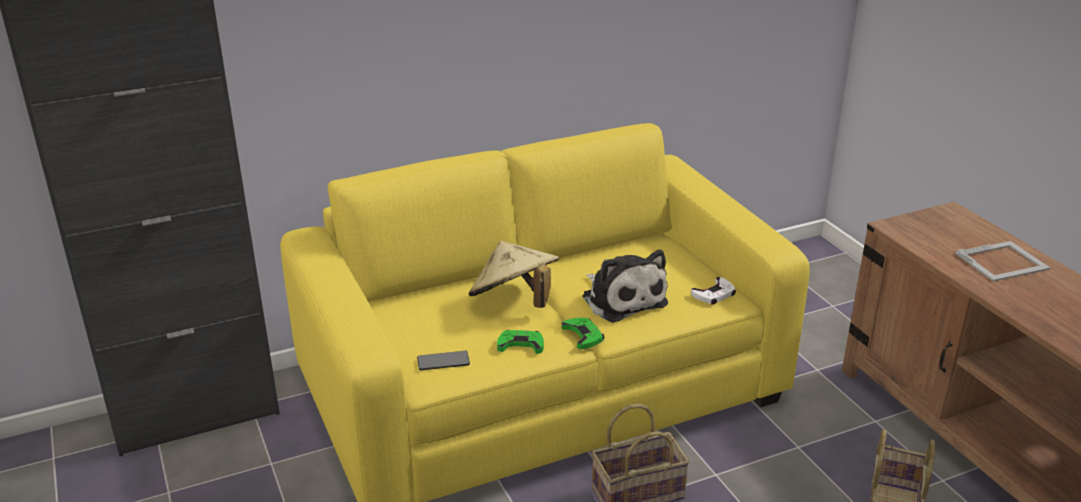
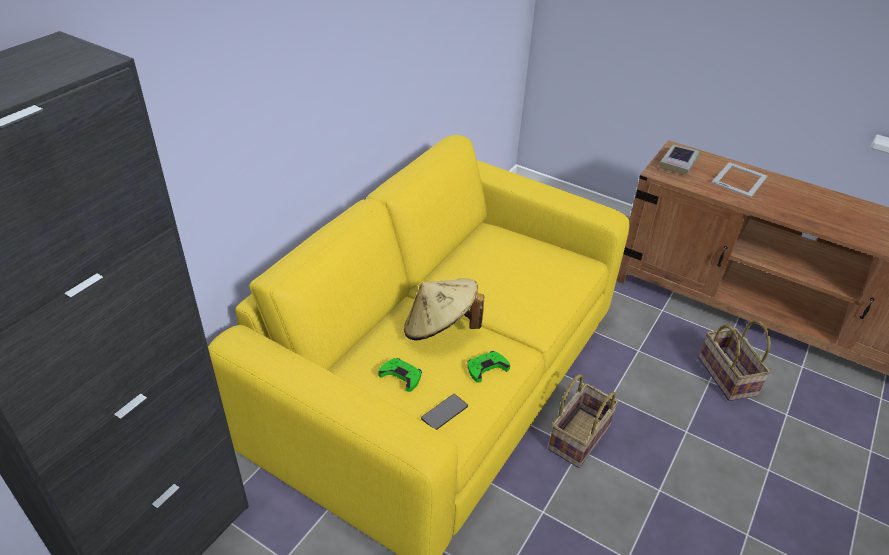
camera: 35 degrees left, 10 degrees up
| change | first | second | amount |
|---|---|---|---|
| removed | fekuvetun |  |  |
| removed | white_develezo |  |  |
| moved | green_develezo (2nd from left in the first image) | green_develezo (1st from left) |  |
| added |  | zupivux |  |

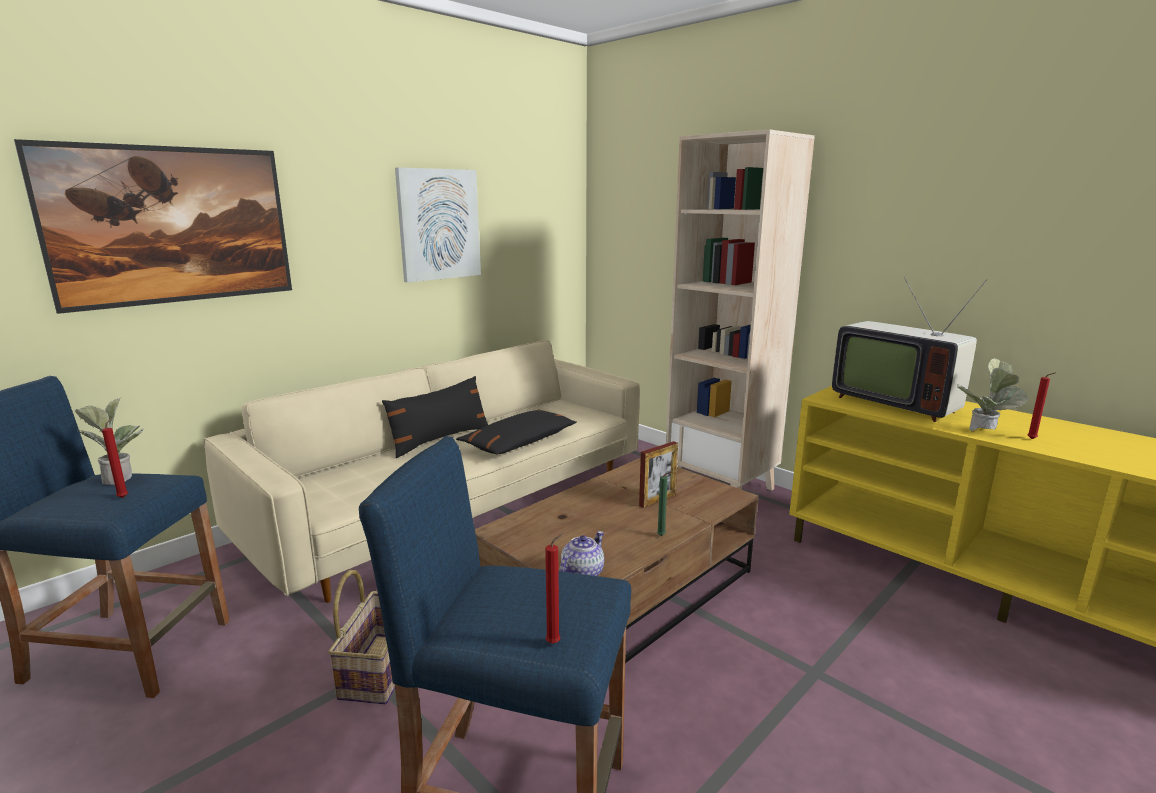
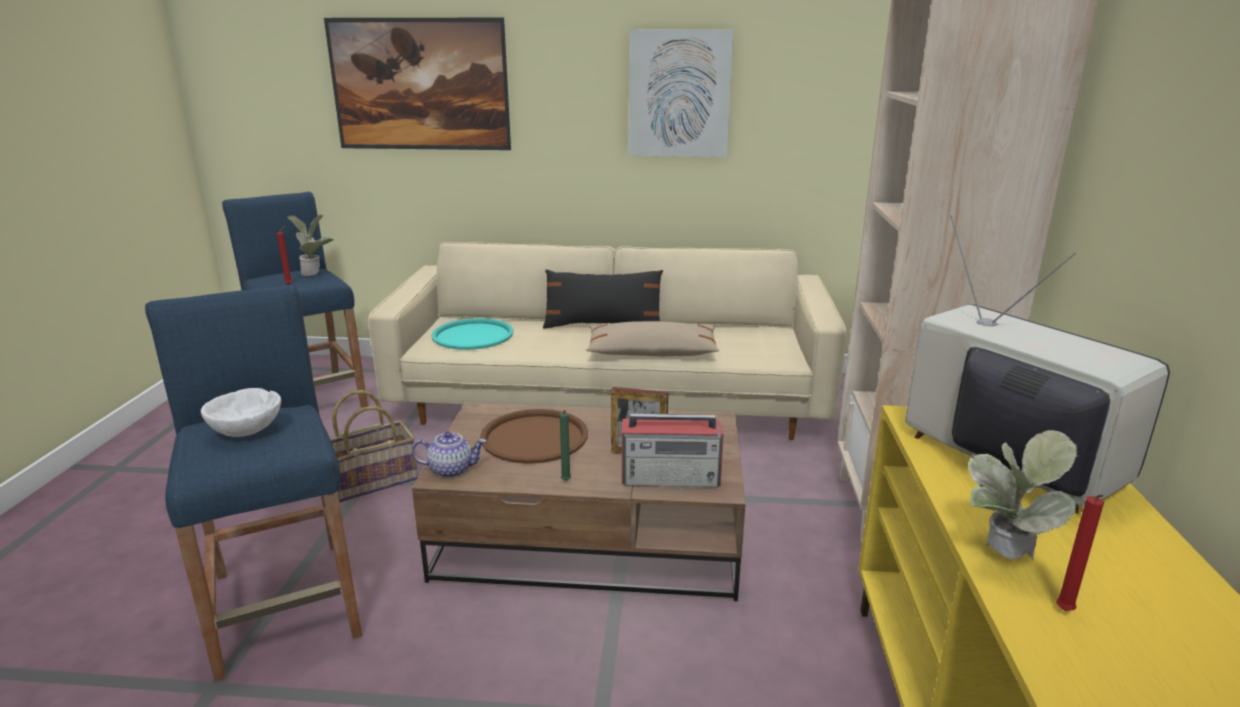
camera: 50 degrees right, 5 degrees up
| change | first | second | amount |
|---|---|---|---|
| turned | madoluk |  | 135 degrees clockwise |
| recoloured | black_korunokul (2nd from left) | beige_korunokul |  |
| removed | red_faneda (2nd from left) |  |  |
| added |  | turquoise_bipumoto |  |
| added |  | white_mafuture |  |
| added |  | brown_bipumoto |  |
| added |  | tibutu |  |

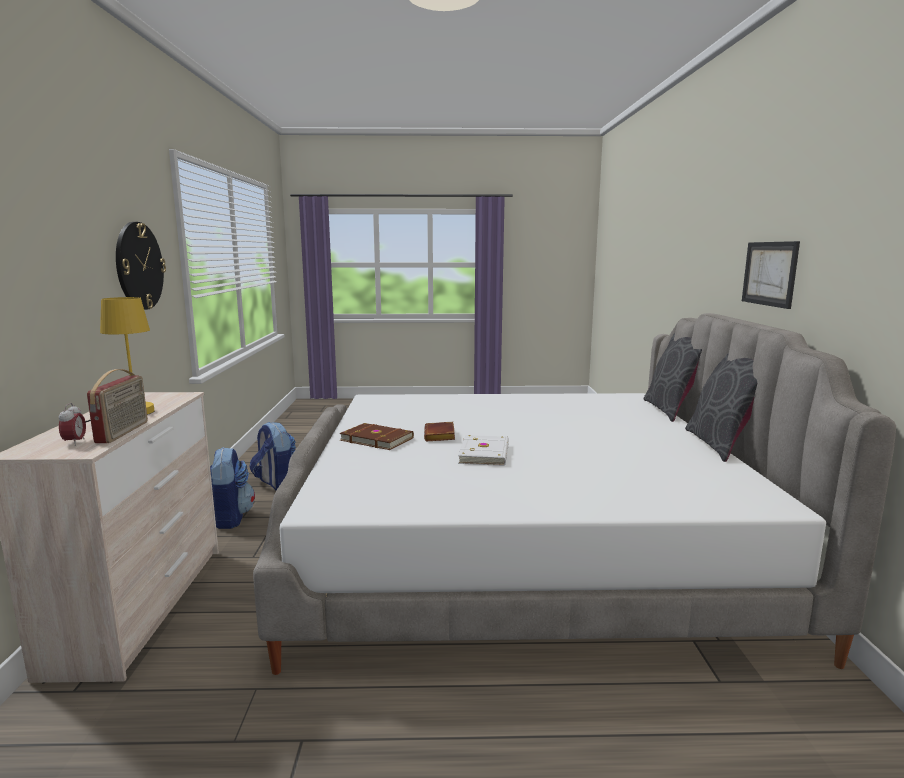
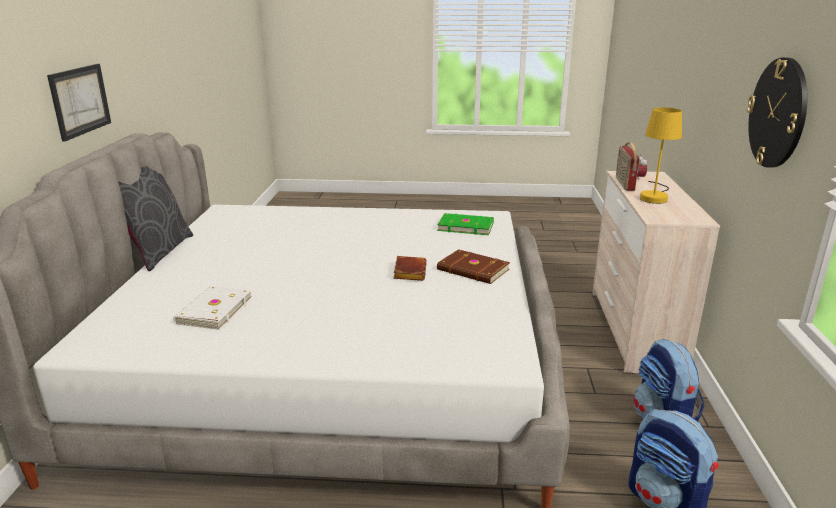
camera: 175 degrees left, 10 degrees up
| change | first | second | amount |
|---|---|---|---|
| removed | grey_korunokul (1st from left) |  |  |
| moved | white_zupivux |  |  |
| added |  | green_zupivux |  |

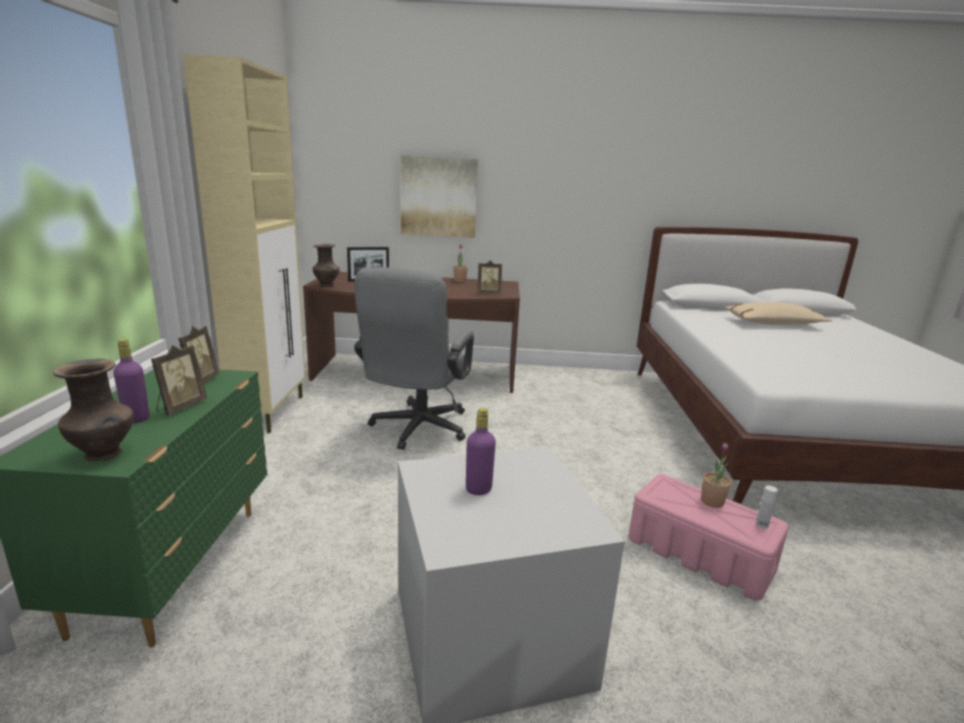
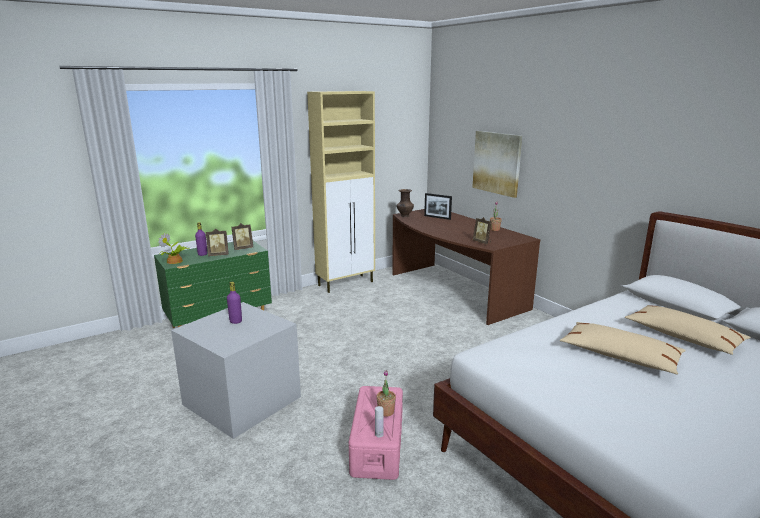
camera: 55 degrees right, 0 degrees up
| change | first | second | amount |
|---|---|---|---|
| removed | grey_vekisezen |  |  |
| replaced | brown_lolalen (1st from left) | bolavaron (1st from left) |  |
| added |  | beige_korunokul (1st from left) |  |

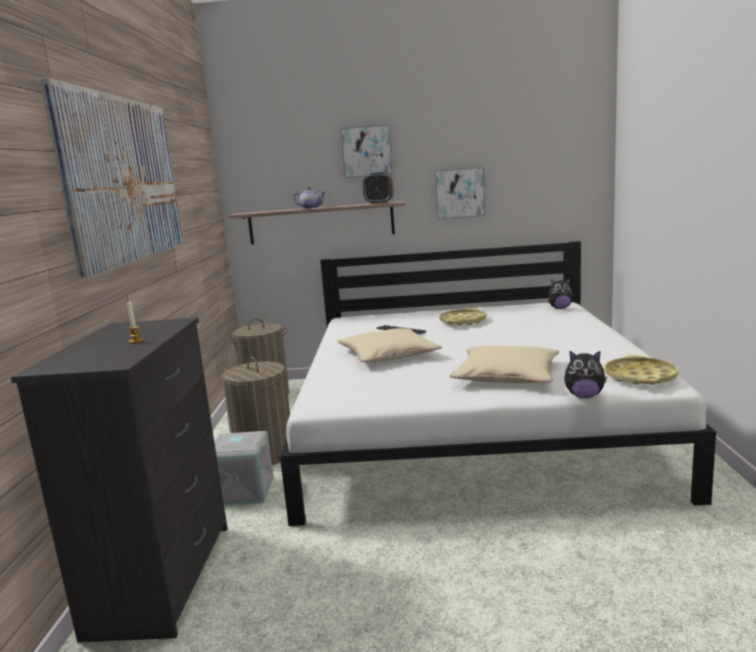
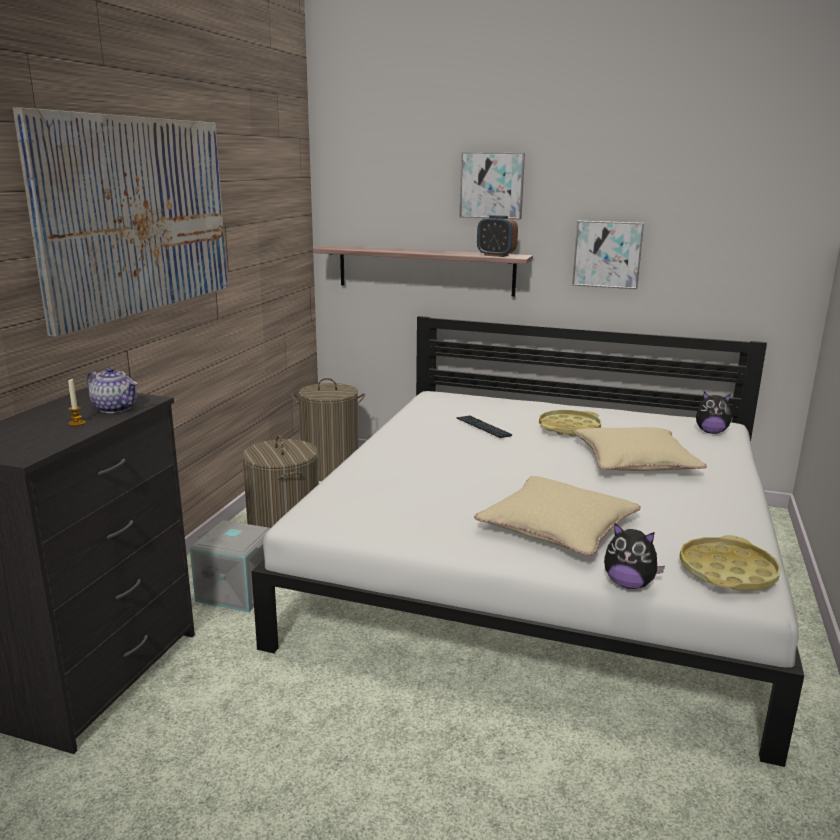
camera: 15 degrees right, 5 degrees up
| change | first | second | amount |
|---|---|---|---|
| moved | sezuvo |  |  |
| moved | beige_korunokul (1st from left in the first image) | beige_korunokul (2nd from left) |  |

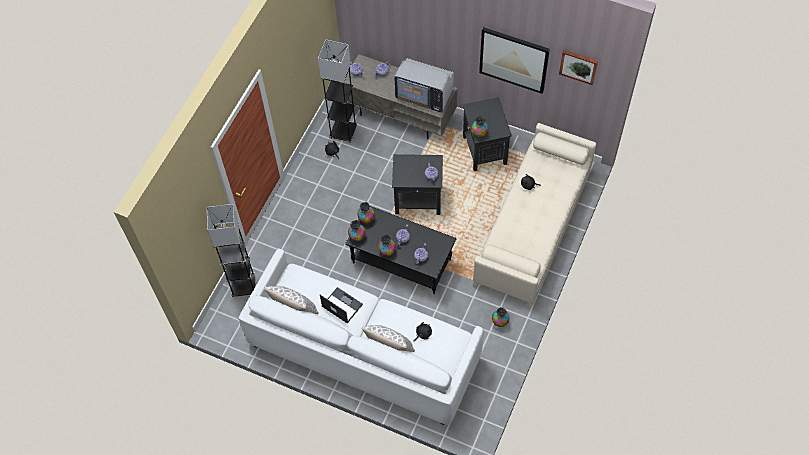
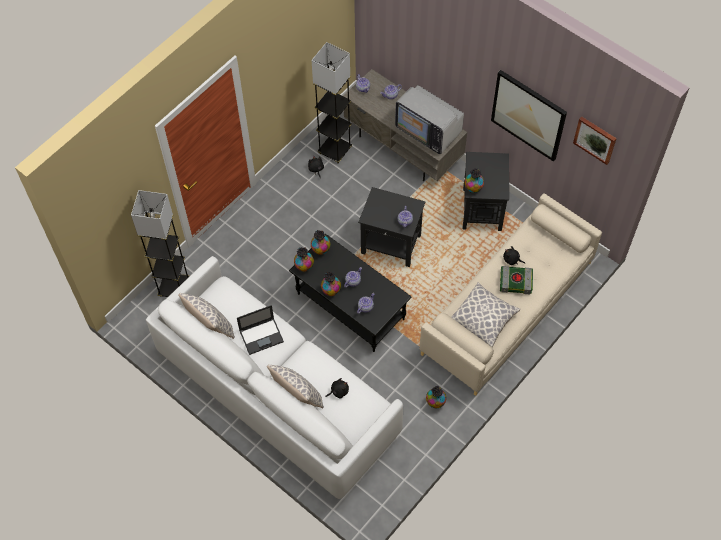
camera: 15 degrees right, 0 degrees up
| change | first | second | amount |
|---|---|---|---|
| turned | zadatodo |  | 105 degrees clockwise |
| added |  | zupivux |  |
| added |  | korunokul (3rd from left) |  |

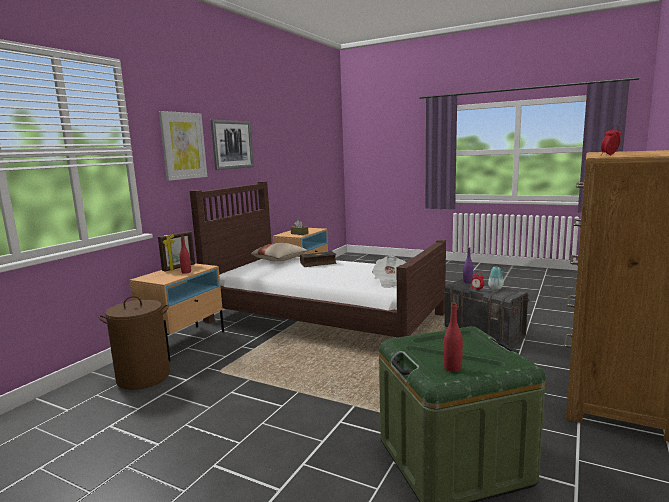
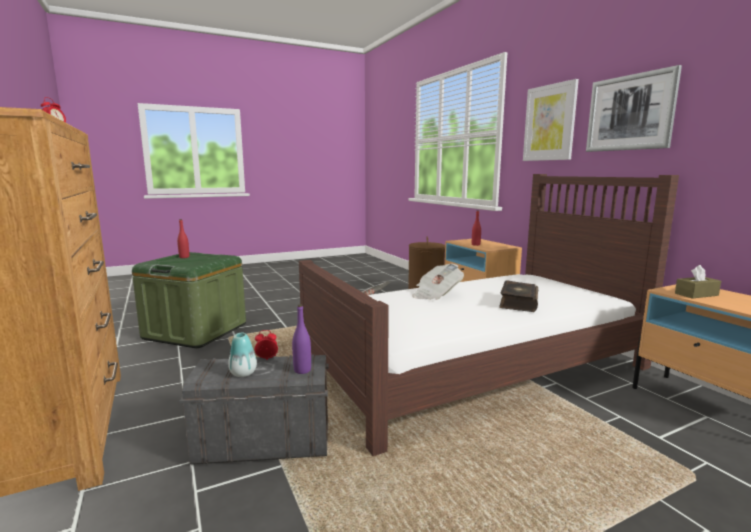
camera: 125 degrees right, 0 degrees up
| change | first | second | amount |
|---|---|---|---|
| removed | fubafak |  |  |
| removed | beige_korunokul |  |  |
| added |  | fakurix (2nd from left) |  |

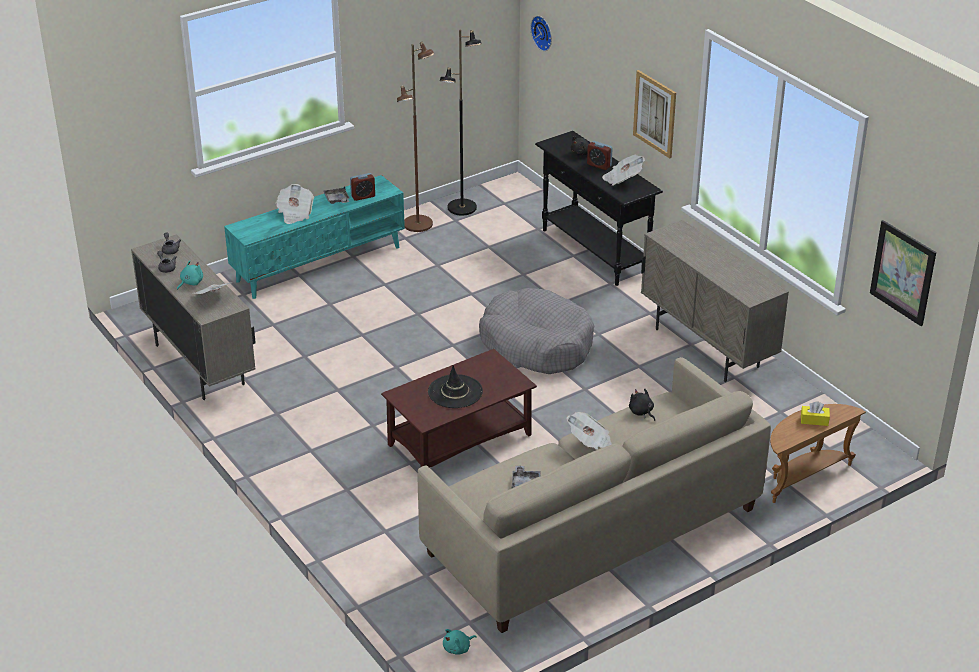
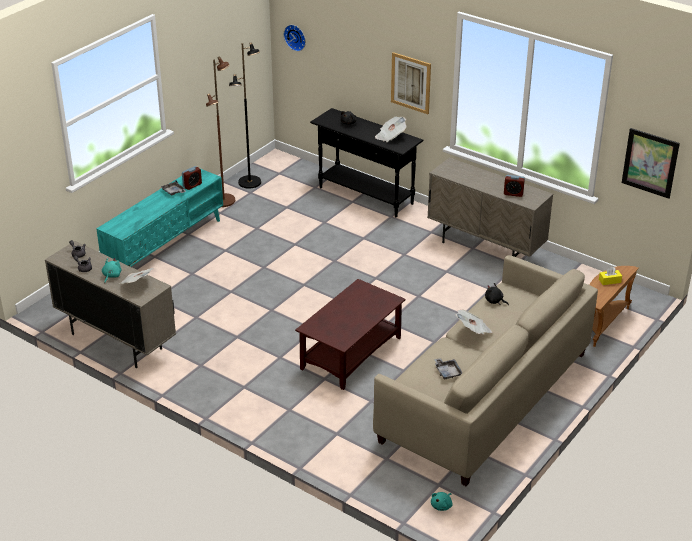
camera: 20 degrees left, 0 degrees up
| change | first | second | amount |
|---|---|---|---|
| moved | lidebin (2nd from left) |  |  |
| removed | fakurix (2nd from left) |  |  |
| removed | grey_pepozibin |  |  |
| removed | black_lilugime |  |  |

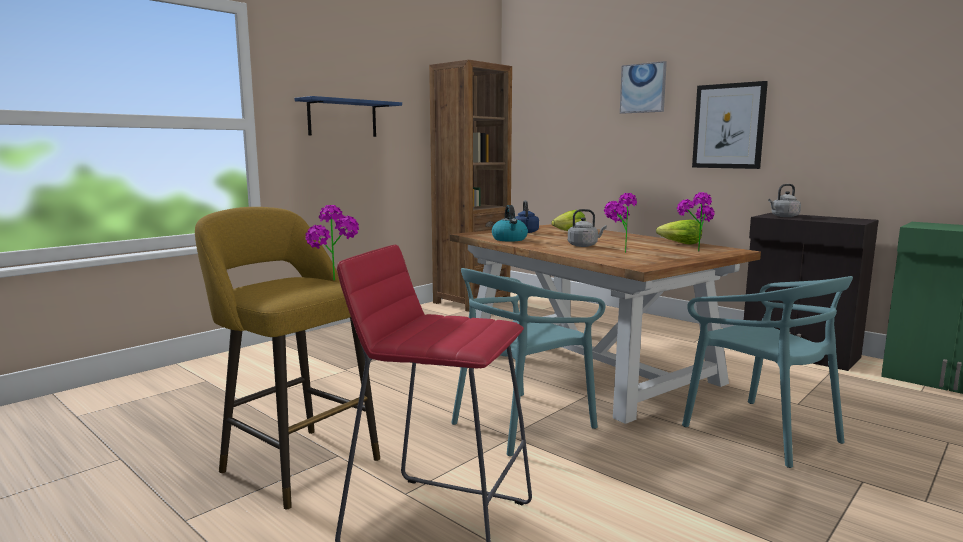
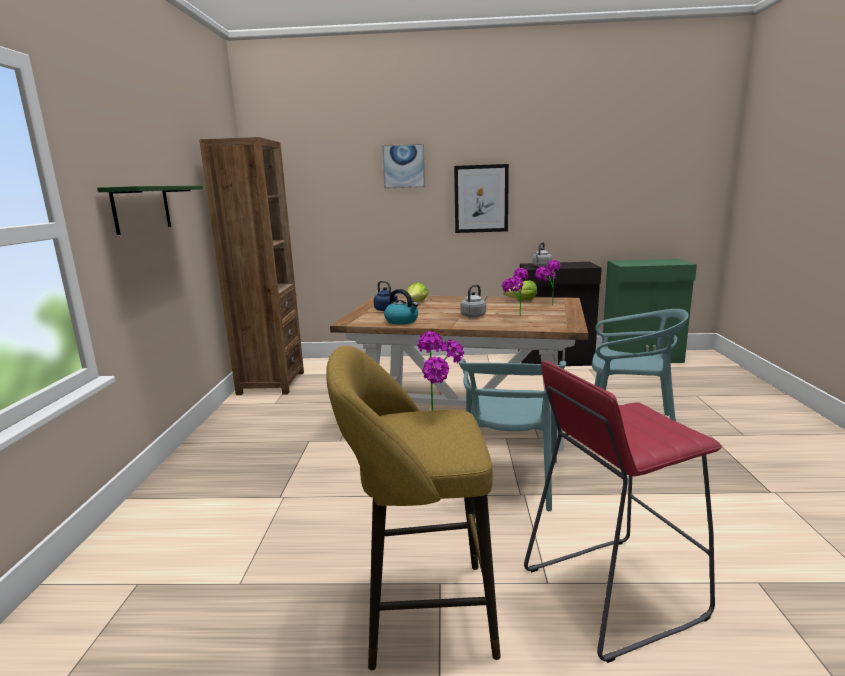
camera: 40 degrees left, 5 degrees up
| change | first | second | amount |
|---|---|---|---|
| recoloured | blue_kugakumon | green_kugakumon |  |

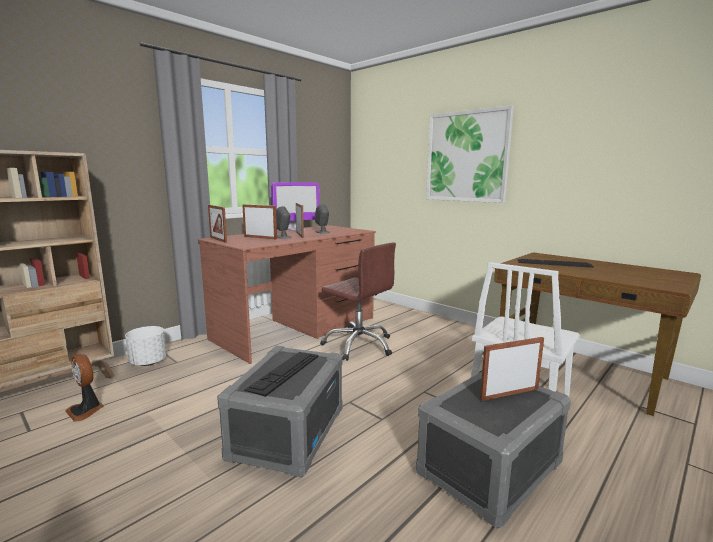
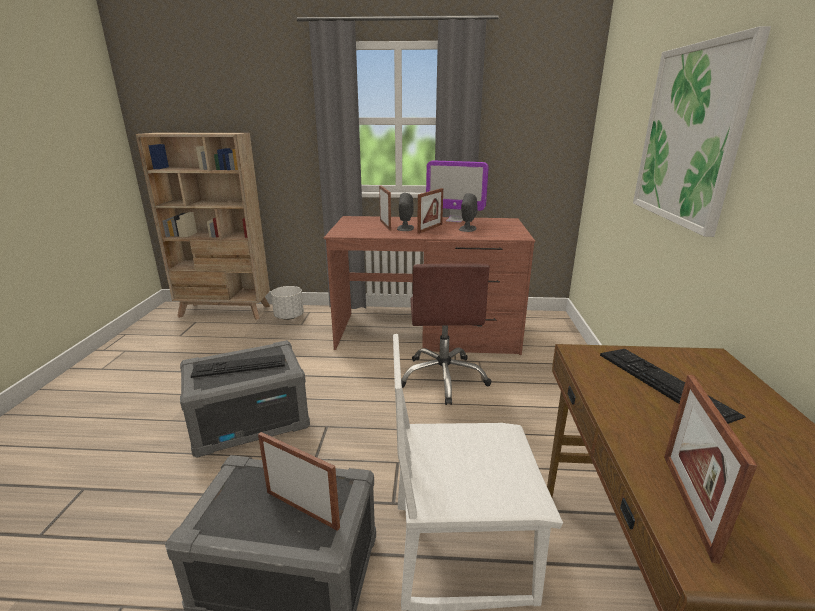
camera: 50 degrees right, 10 degrees up
| change | first | second | amount |
|---|---|---|---|
| moved | fubafak (1st from left in the first image) | fubafak (4th from left) |  |
| removed | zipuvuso |  |  |

